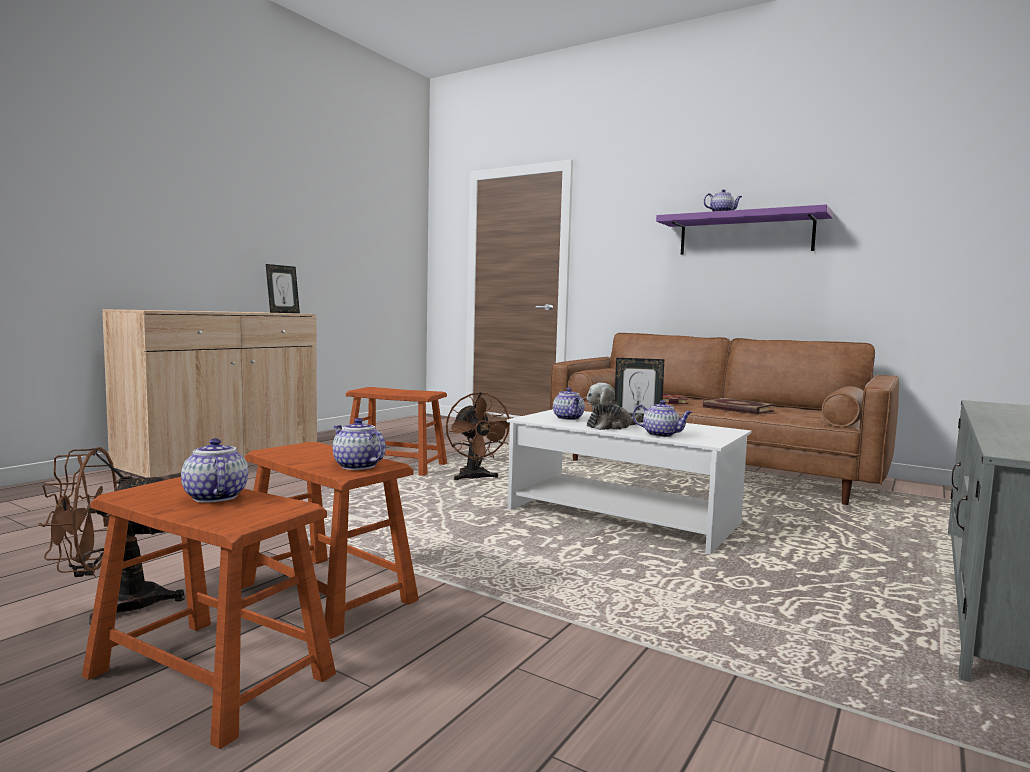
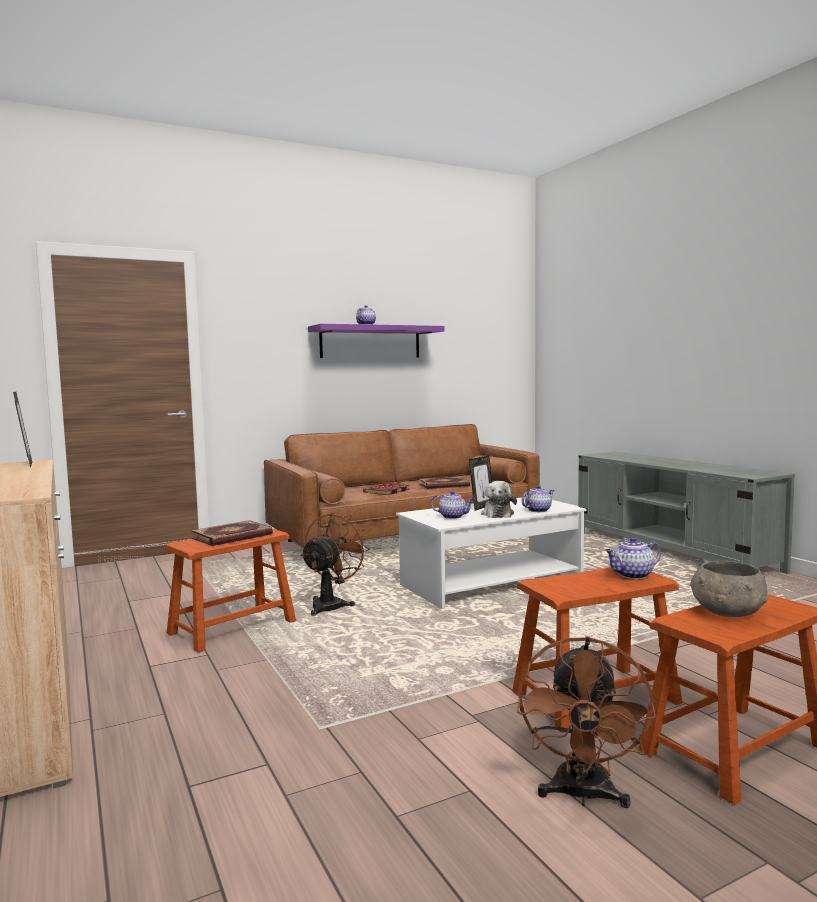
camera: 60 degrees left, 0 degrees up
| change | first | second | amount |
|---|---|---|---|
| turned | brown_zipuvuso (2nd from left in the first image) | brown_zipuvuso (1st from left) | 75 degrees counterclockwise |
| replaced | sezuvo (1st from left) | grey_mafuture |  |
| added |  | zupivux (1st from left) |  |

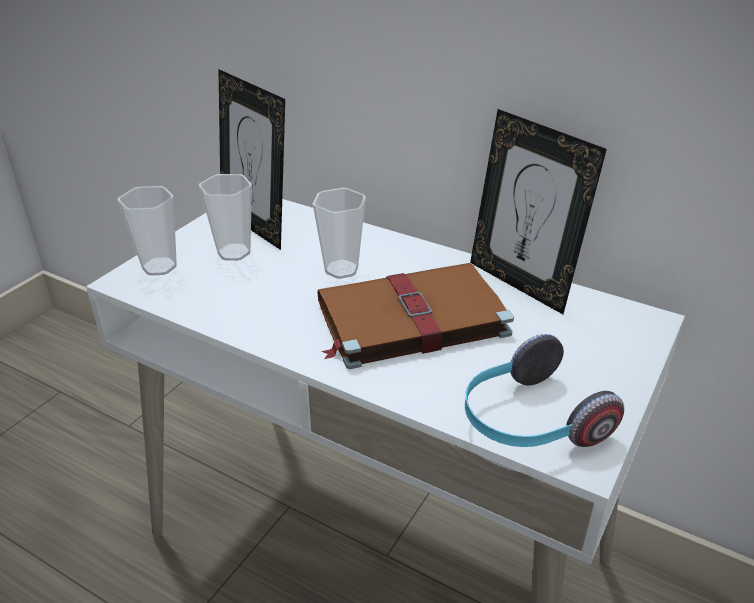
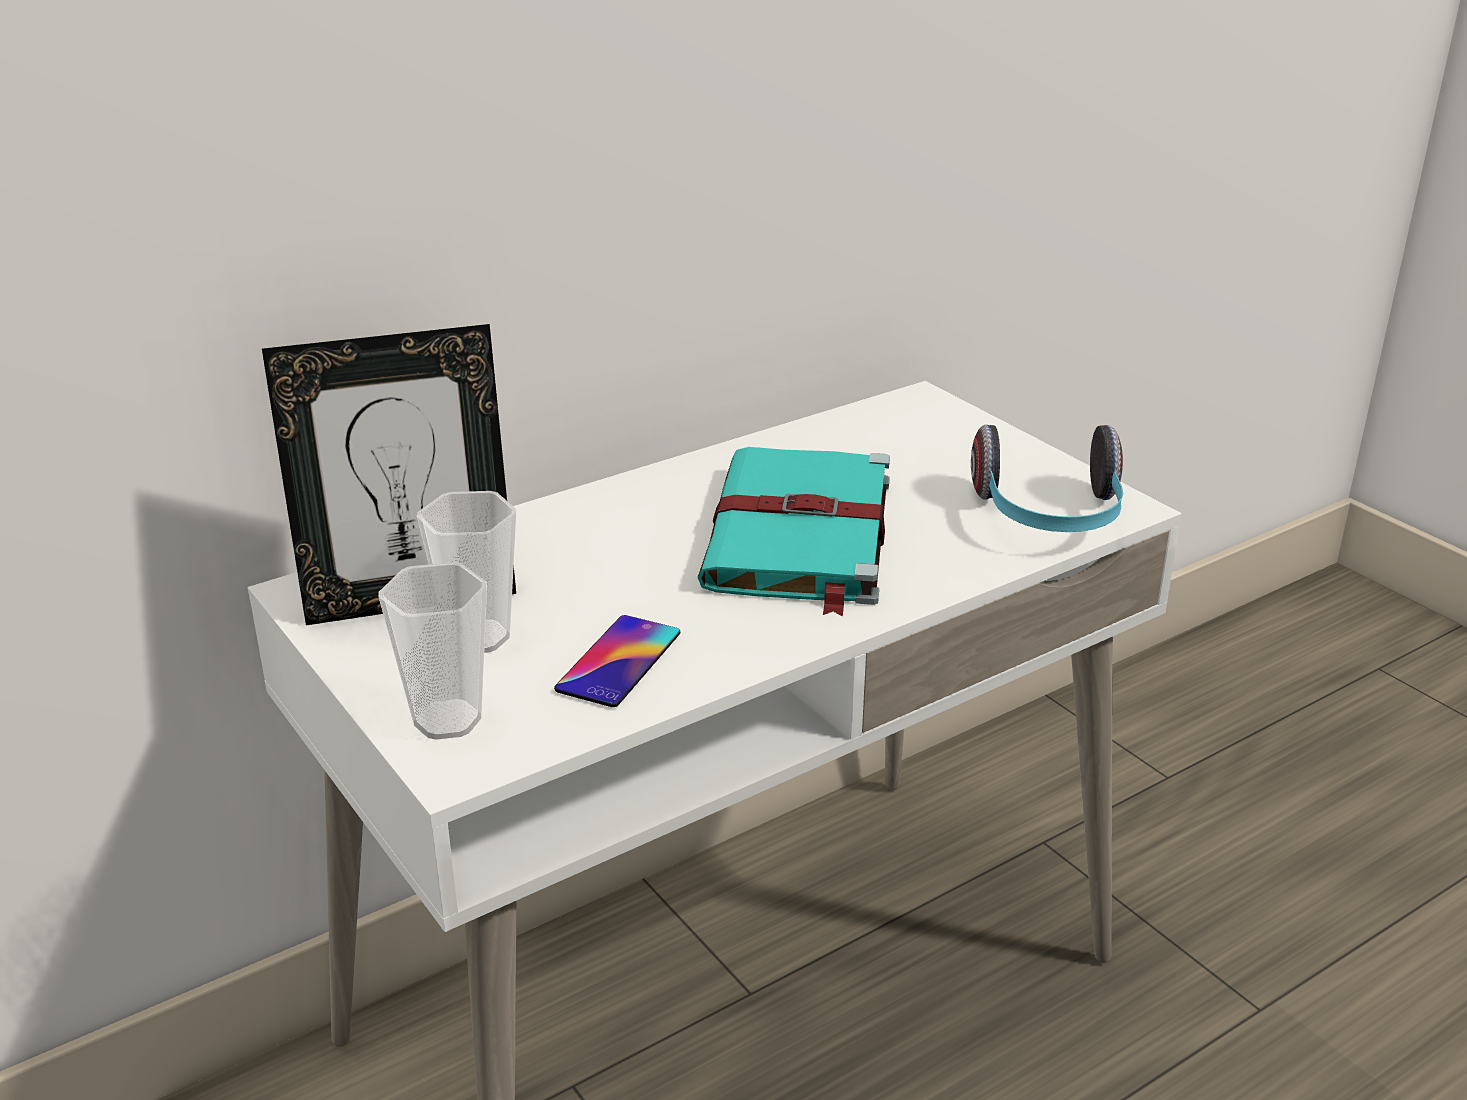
camera: 65 degrees left, 5 degrees down
| change | first | second | amount |
|---|---|---|---|
| removed | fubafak (2nd from left) |  |  |
| removed | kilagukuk (3rd from left) |  |  |
| recoloured | brown_zupivux | turquoise_zupivux |  |
| added |  | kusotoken |  |

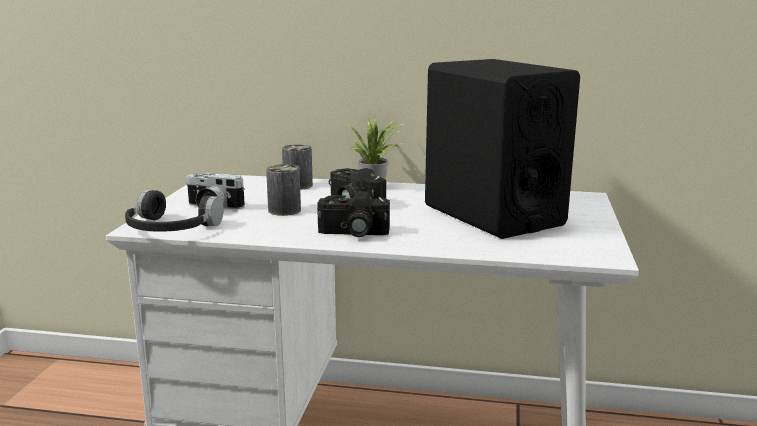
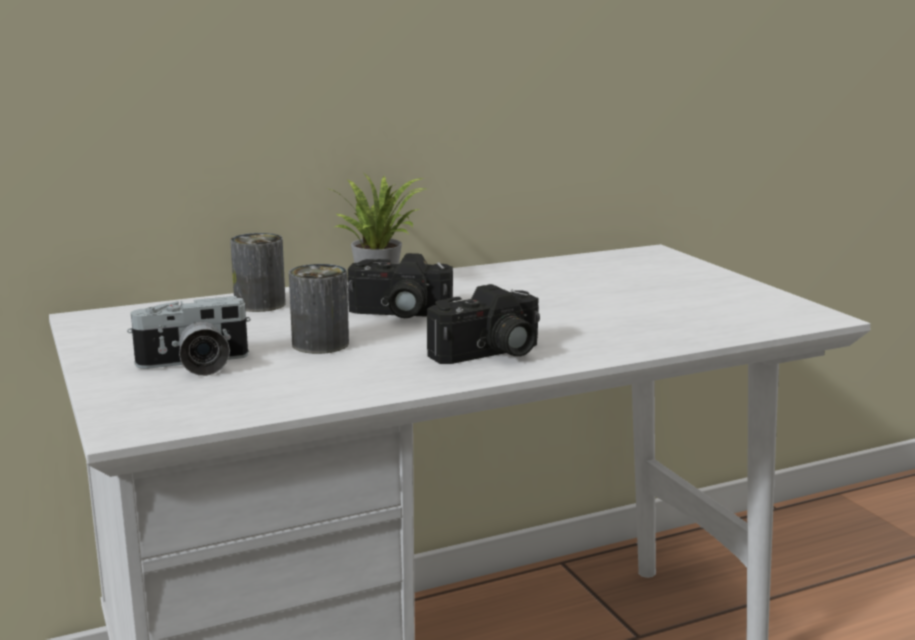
camera: 35 degrees left, 0 degrees up
| change | first | second | amount |
|---|---|---|---|
| removed | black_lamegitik |  |  |
| removed | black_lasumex |  |  |

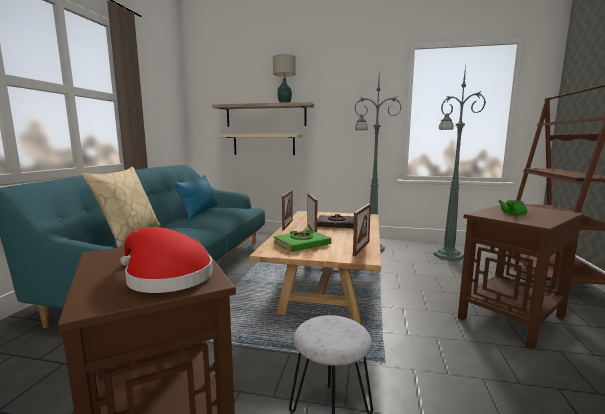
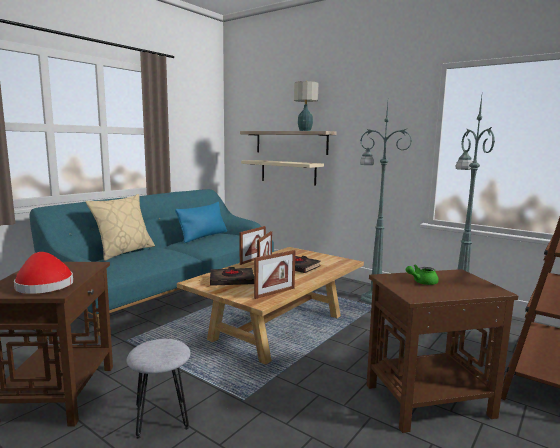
camera: 25 degrees right, 0 degrees up
| change | first | second | amount |
|---|---|---|---|
| recoloured | green_zupivux | black_zupivux (1st from left) |  |

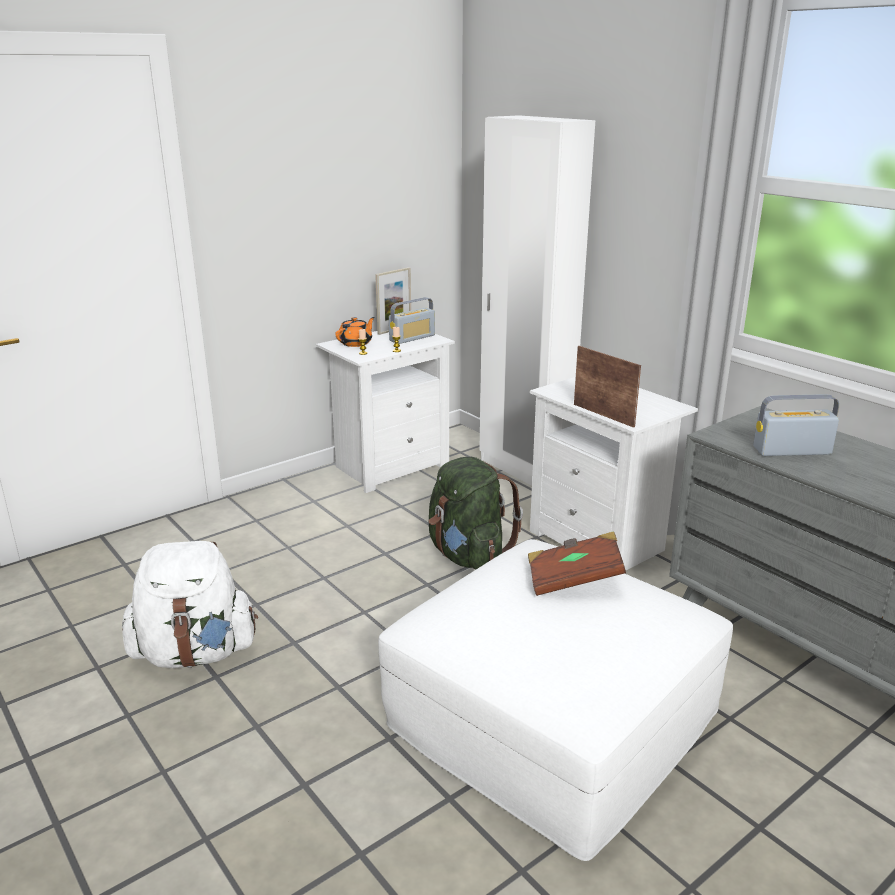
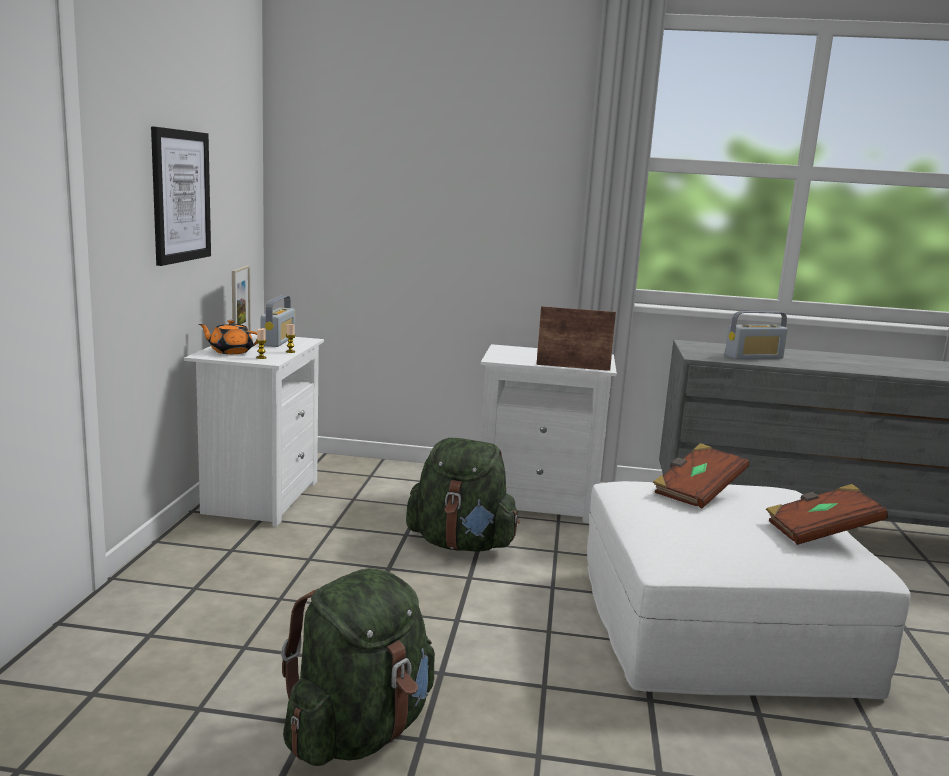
camera: 45 degrees left, 10 degrees down
| change | first | second | amount |
|---|---|---|---|
| removed | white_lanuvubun |  |  |
| turned | orange_sezuvo |  | 75 degrees counterclockwise |
| turned | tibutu (2nd from left) |  | 150 degrees counterclockwise |
| recoloured | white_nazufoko | green_nazufoko (1st from left) |  |
| added |  | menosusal |  |
| added |  | brown_zupivux (2nd from left) |  |

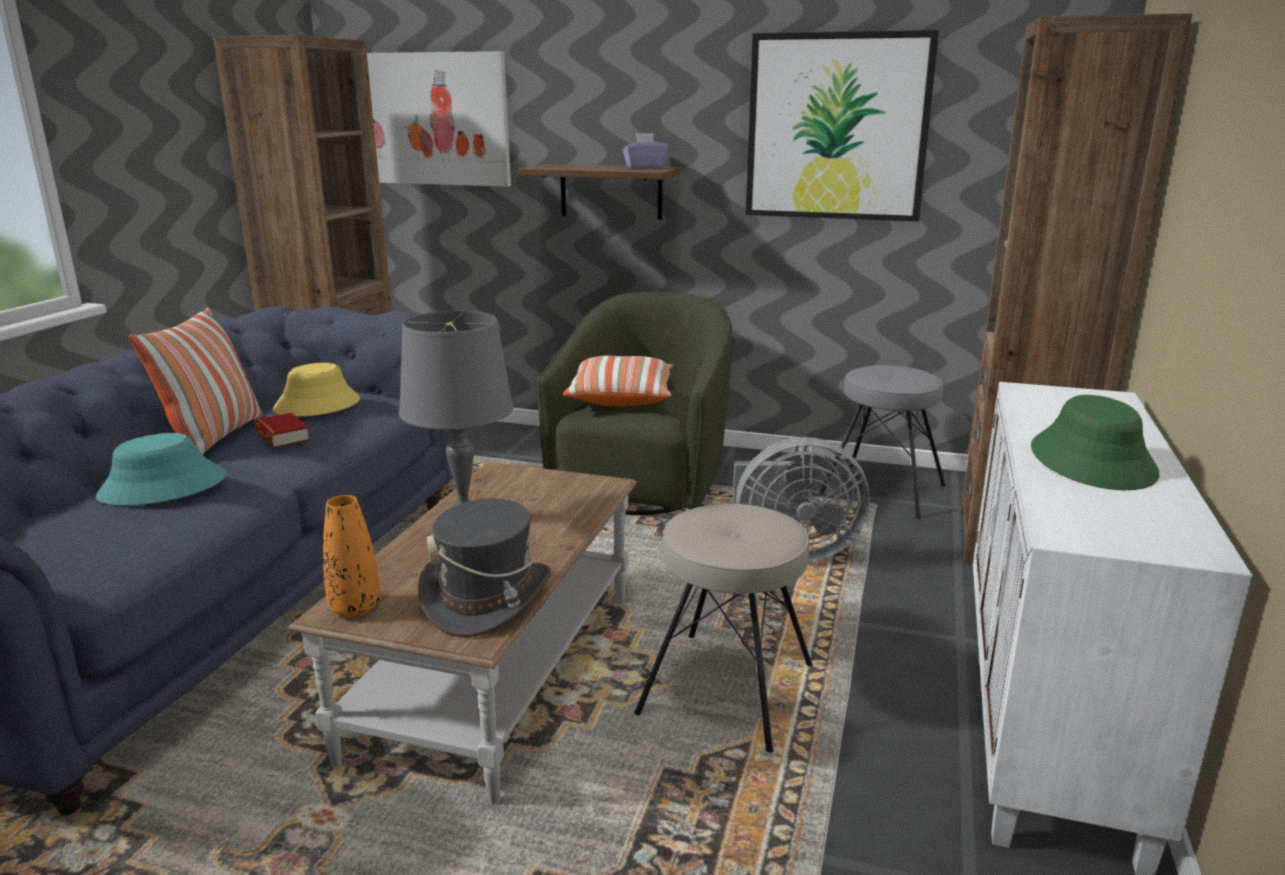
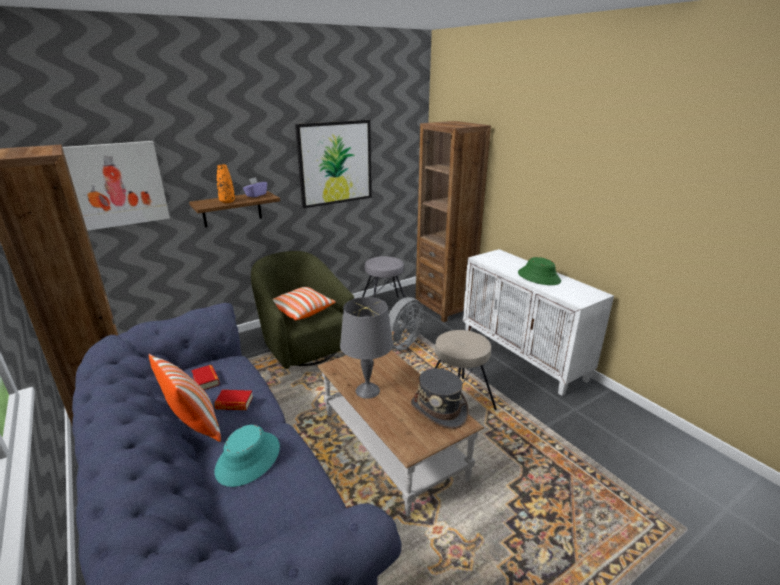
camera: 50 degrees left, 5 degrees up
| change | first | second | amount |
|---|---|---|---|
| replaced | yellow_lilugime | zupivux (1st from left) |  |
| moved | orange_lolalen |  |  |

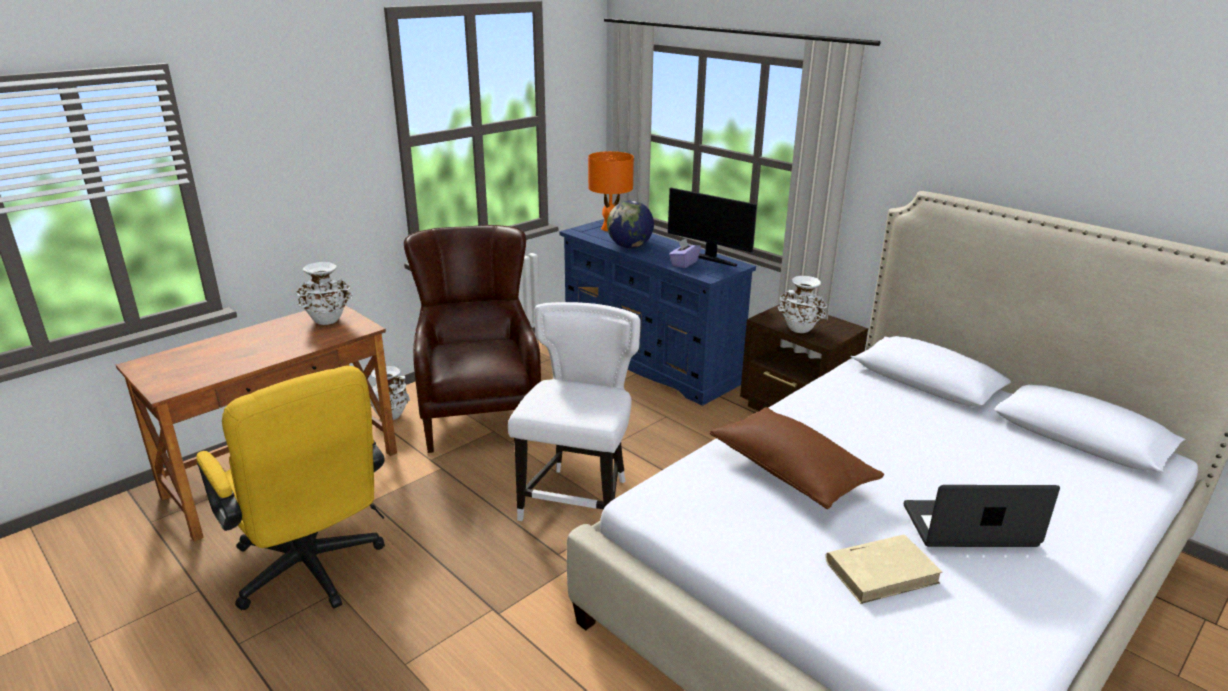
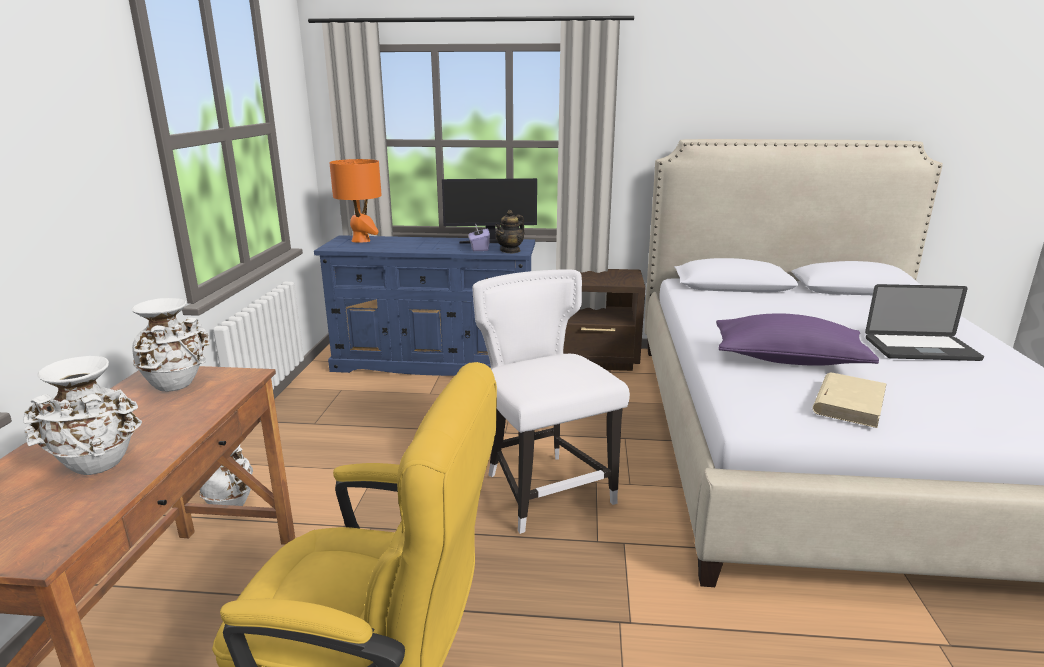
camera: 40 degrees left, 5 degrees down
| change | first | second | amount |
|---|---|---|---|
| removed | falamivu |  |  |
| removed | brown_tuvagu |  |  |
| moved | white_lolalen (3rd from left in the first image) | white_lolalen (1st from left) |  |
| recoloured | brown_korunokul | purple_korunokul |  |
| turned | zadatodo |  | 135 degrees counterclockwise |
| moved | beige_zupivux |  |  |
| added |  | sezuvo |  |

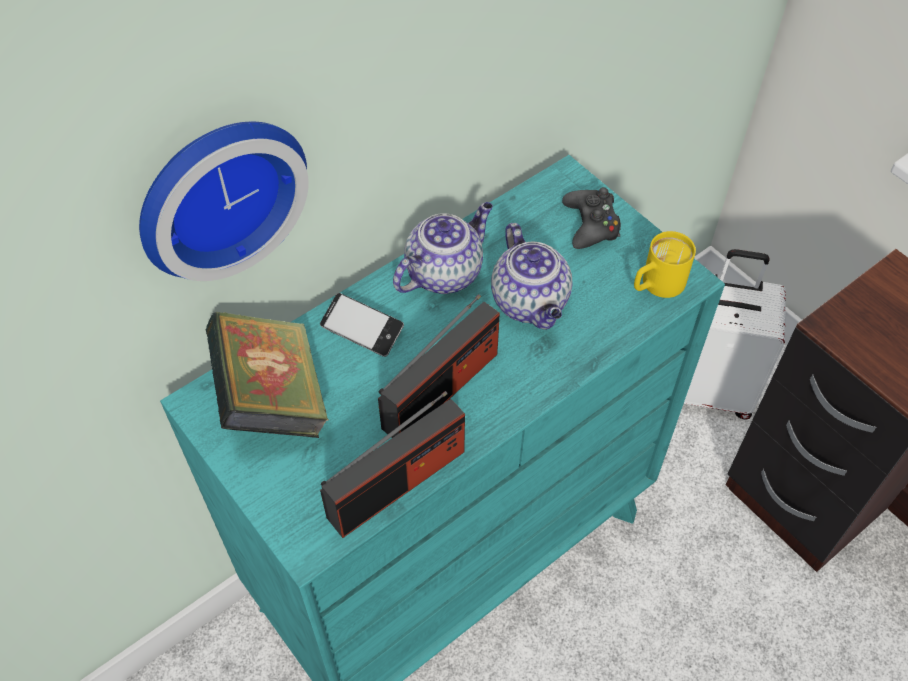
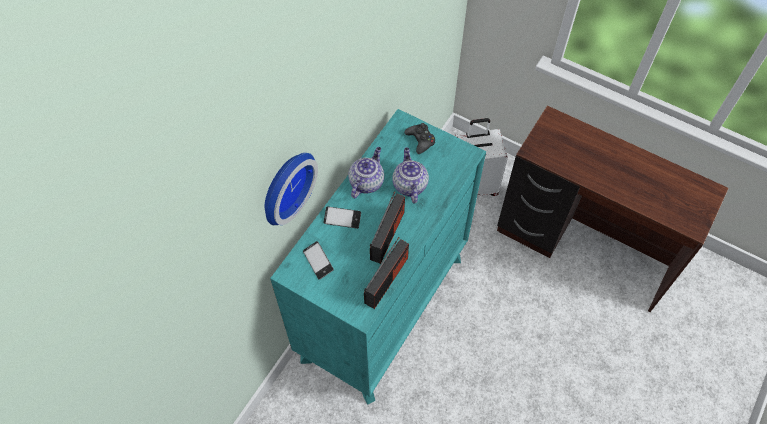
camera: 20 degrees left, 5 degrees up
| change | first | second | amount |
|---|---|---|---|
| turned | sezuvo (2nd from left) |  | 150 degrees counterclockwise |
| removed | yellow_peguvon |  |  |
| replaced | zupivux | kusotoken (1st from left) |  |

